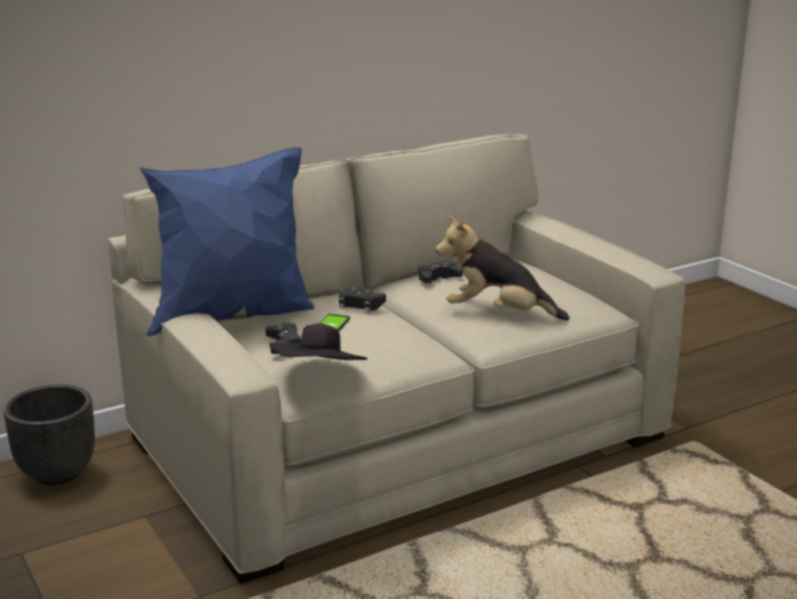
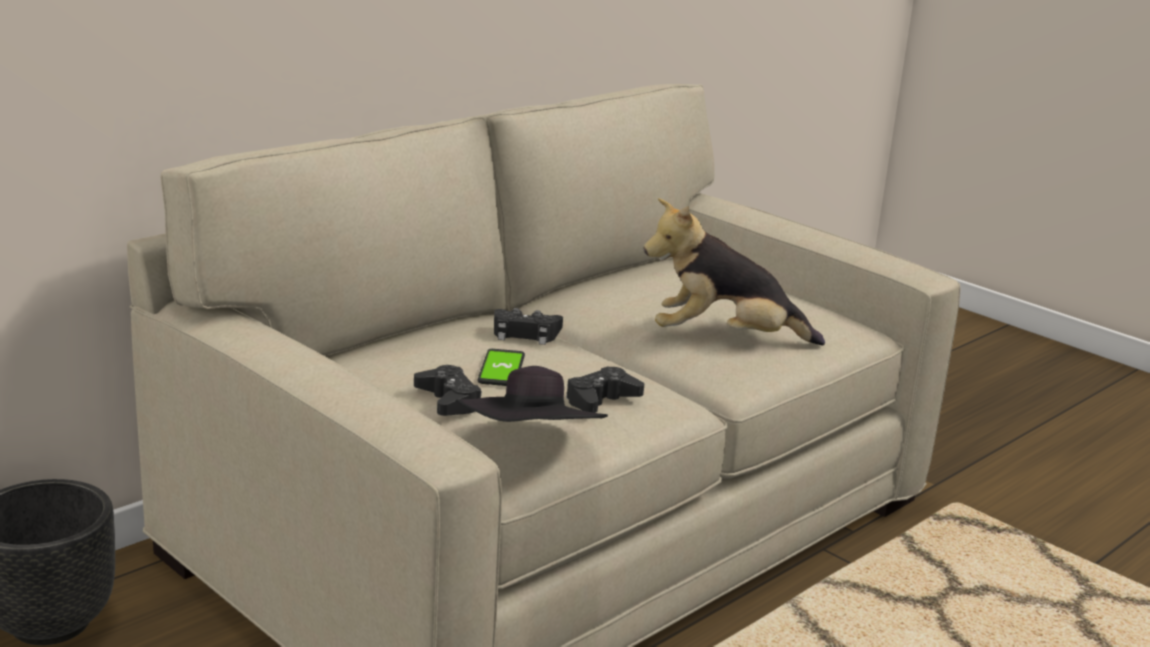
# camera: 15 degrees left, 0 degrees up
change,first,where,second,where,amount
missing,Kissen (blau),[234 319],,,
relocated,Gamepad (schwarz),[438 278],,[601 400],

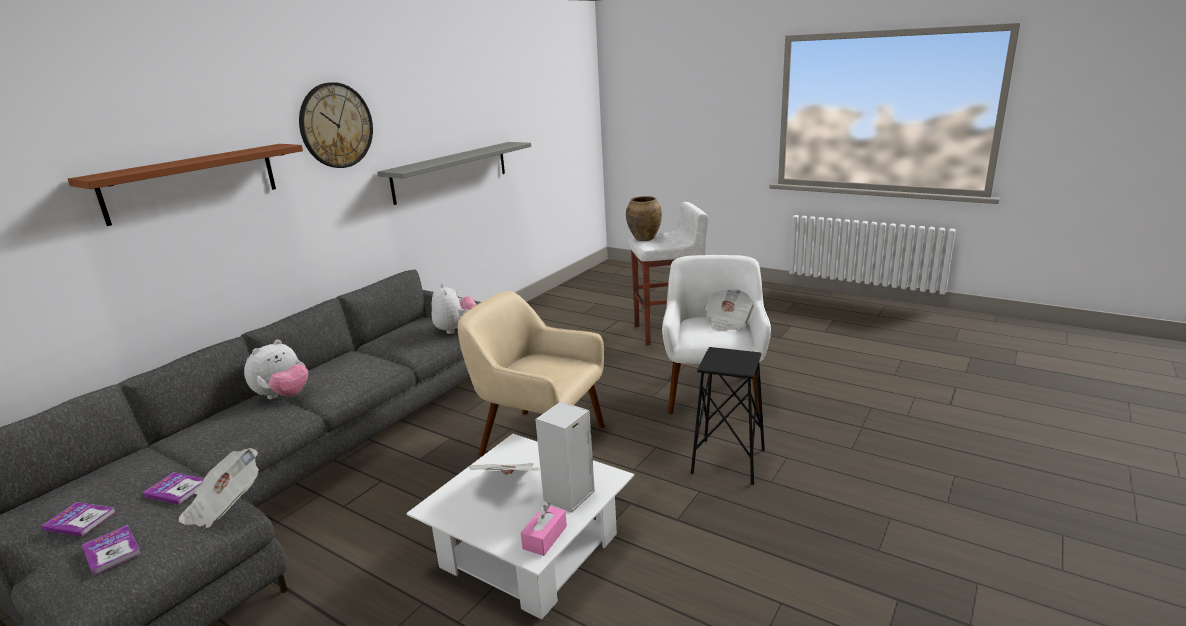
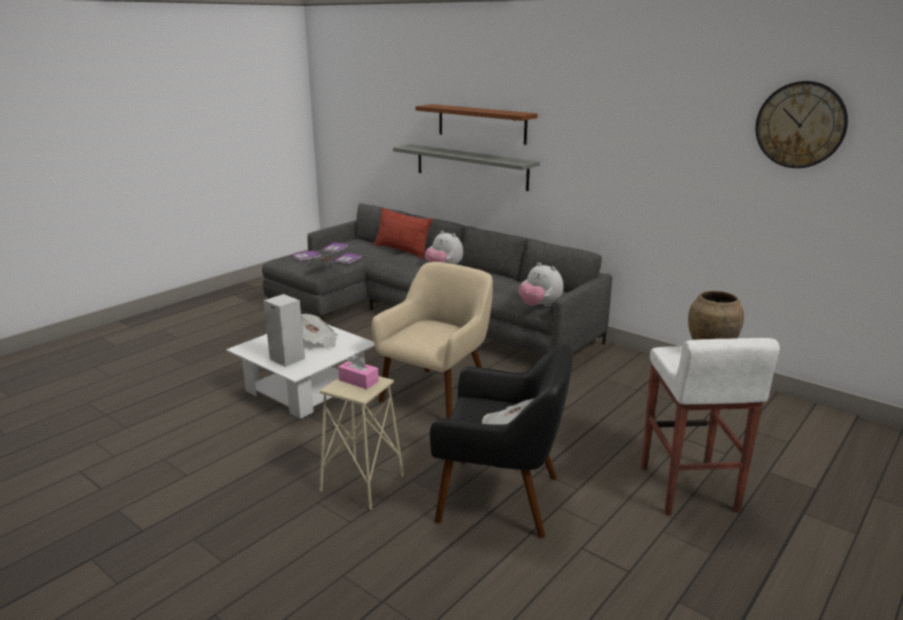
# camera: 95 degrees right, 0 degrees up
change,first,where,second,where,amount
relocated,Wanduhr,[336 125],,[800 125],
relocated,Wandregal (grau),[451 171],,[471 166],
spun,Plüschtier,[456 329],,[540 306],60 degrees clockwise
relocated,Taschentuchbox (rosa),[545 537],,[358 381],
colour,Sessel (weiß),[713 393],Sessel (schwarz),[501 498],
colour,Hocker (schwarz),[728 461],Hocker (beige),[362 484],
appeared,,,Kissen,[402 251],

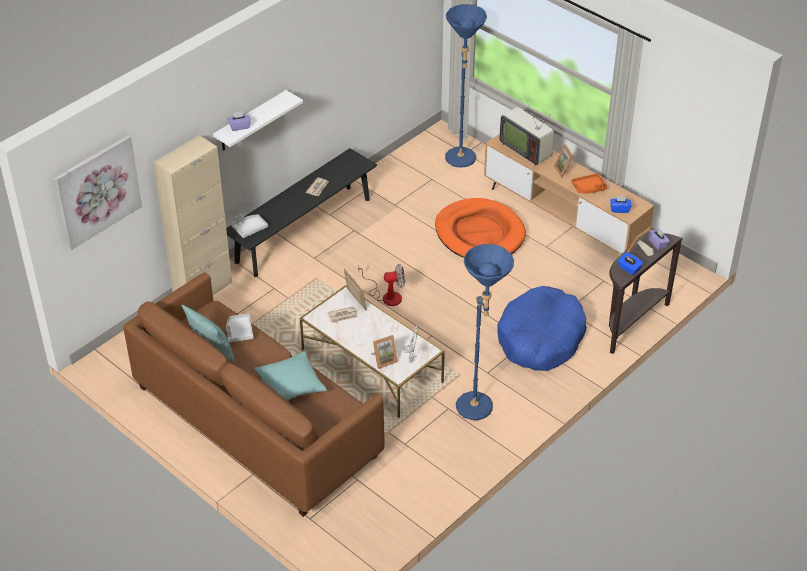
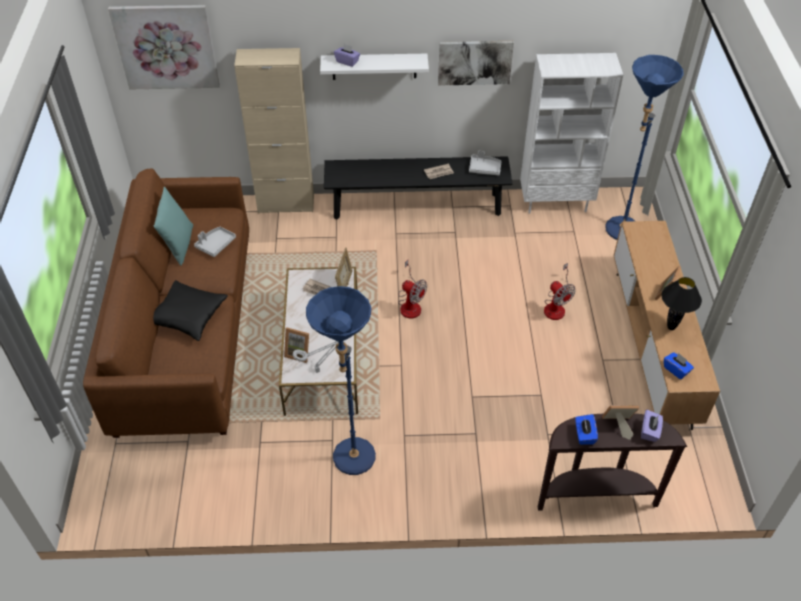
# camera: 45 degrees right, 5 degrees up
change,first,where,second,where,amount
relocated,Tablett (grau),[249 229],,[484 168],
colour,Kissen (türkis),[290 385],Kissen (schwarz),[188 316],
exchanged,Hundebett (orange),[479 233],Ventilator,[556 306],
missing,Hundebett (blau),[540 338],,,
missing,Fernseher,[526 149],,,
exchanged,Tablett (orange),[589 188],Tischlampe (schwarz),[670 327],
appeared,,,Bild,[475 62],
appeared,,,Bücherregal (weiß),[556 202],

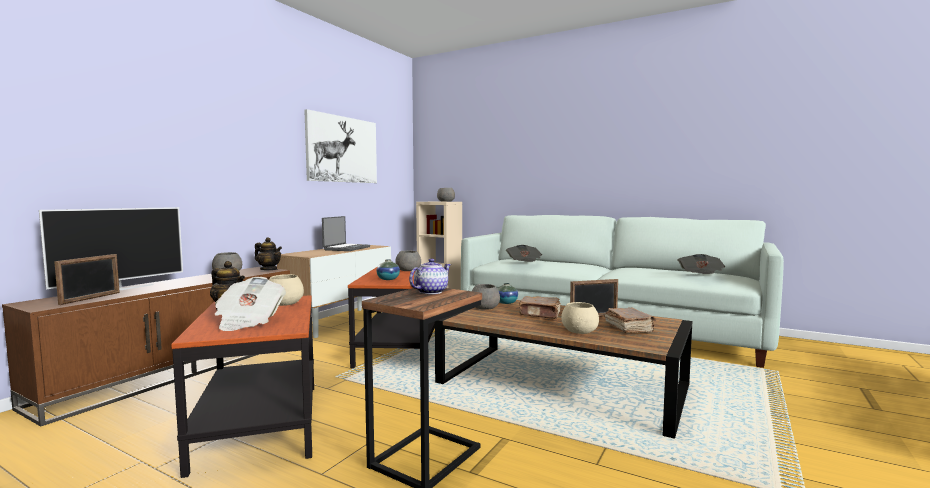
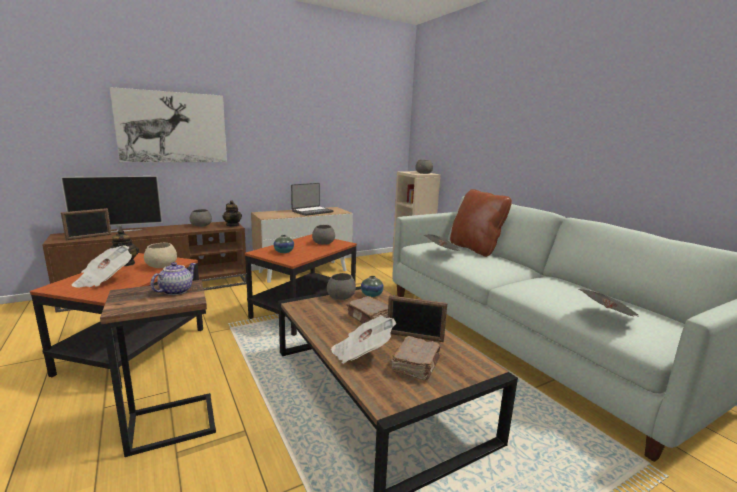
# camera: 30 degrees right, 10 degrees up
change,first,where,second,where,amount
relocated,Bild,[342 149],,[172 127],
spun,Teekanne,[430 292],,[176 291],45 degrees counterclockwise
exchanged,Schüssel (beige),[580 331],Zeitung,[361 353],
appeared,,,Kissen (braun),[475 249],

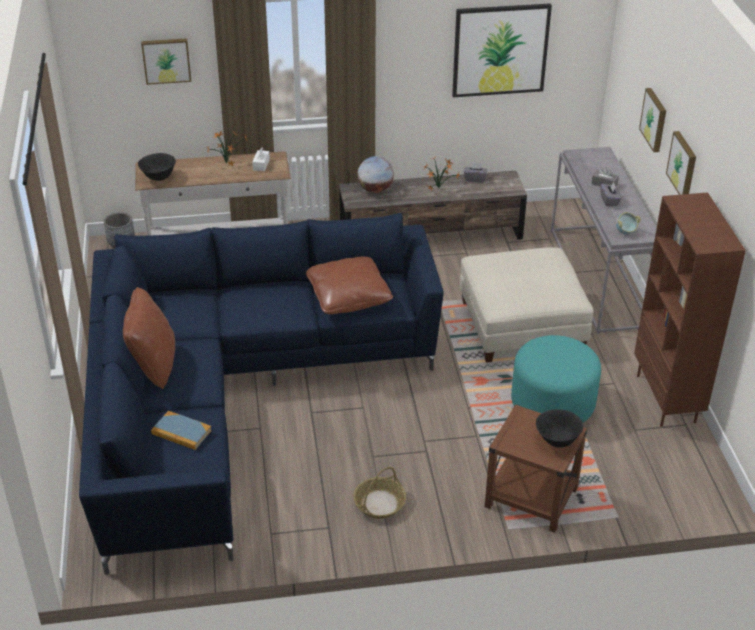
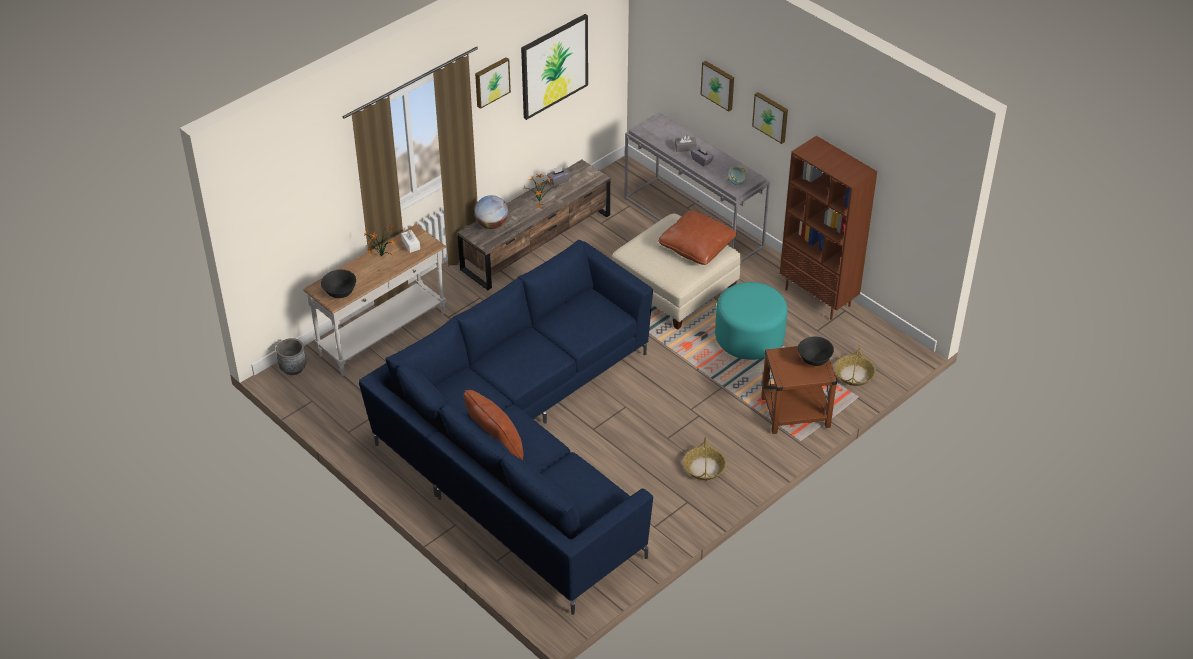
# camera: 35 degrees left, 5 degrees up
change,first,where,second,where,amount
relocated,Bild,[166 60],,[491 81],
missing,Buch,[181 432],,,
relocated,Kissen (braun),[349 297],,[697 246],
appeared,,,Korb,[854 375],

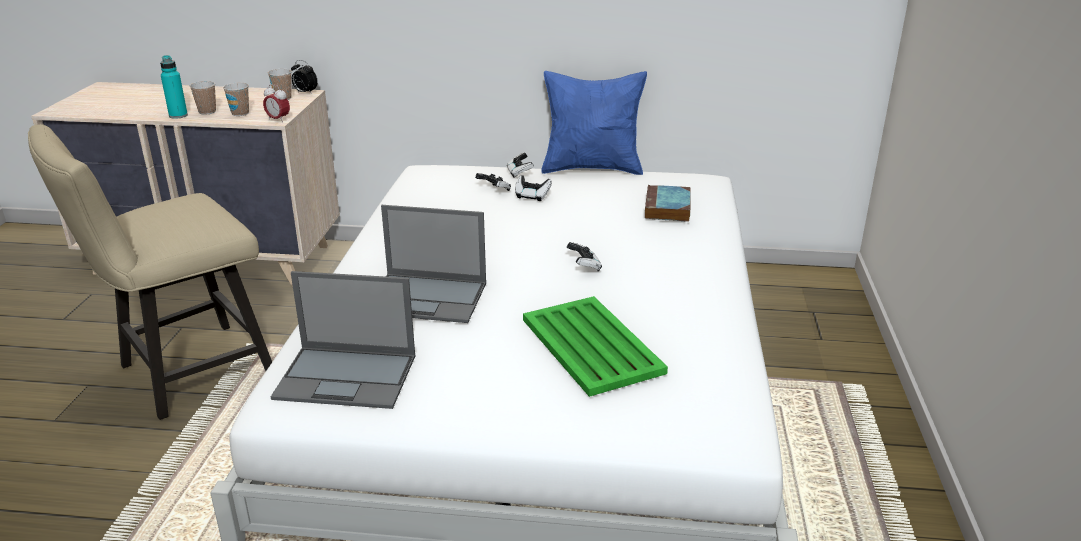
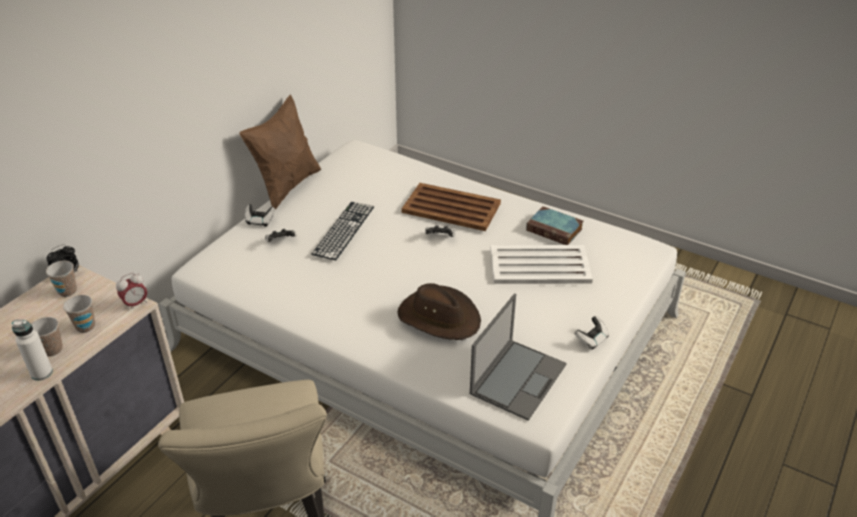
# camera: 65 degrees left, 10 degrees up
change,first,where,second,where,amount
colour,Flasche (türkis),[178 115],Flasche (weiß),[41 373],
exchanged,Laptop,[428 298],Hut (braun),[439 317],
relocated,Gamepad,[532 196],,[591 340],
colour,Tablett (grün),[591 345],Tablett (weiß),[538 265],
colour,Kissen (blau),[592 168],Kissen (braun),[287 186],
relocated,Buch,[668 208],,[555 229],
appeared,,,Tastatur,[344 230],
appeared,,,Tablett (braun),[450 207],

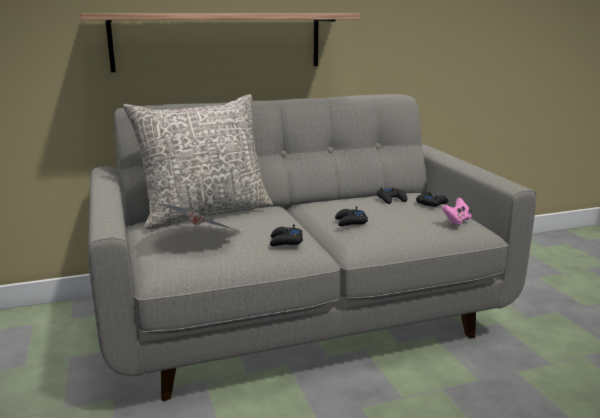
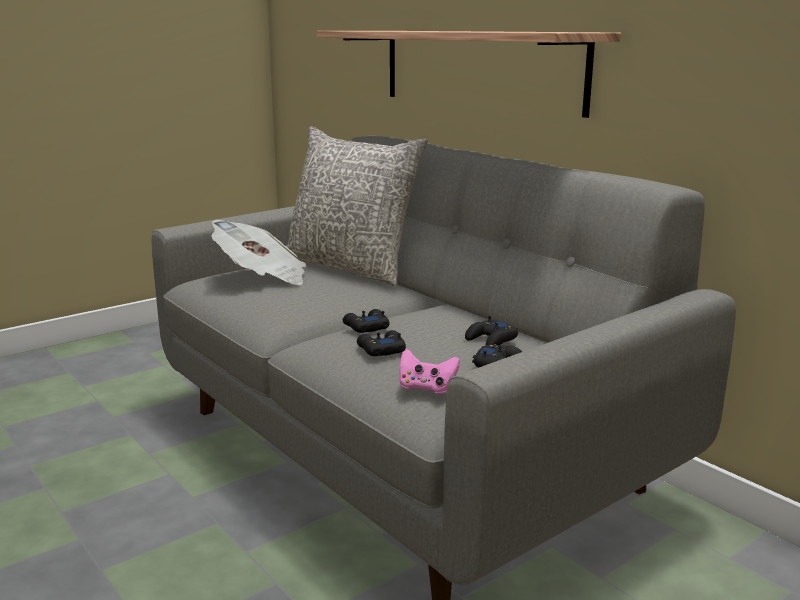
# camera: 70 degrees right, 0 degrees up
change,first,where,second,where,amount
relocated,Gamepad (schwarz),[285 241],,[381 350],

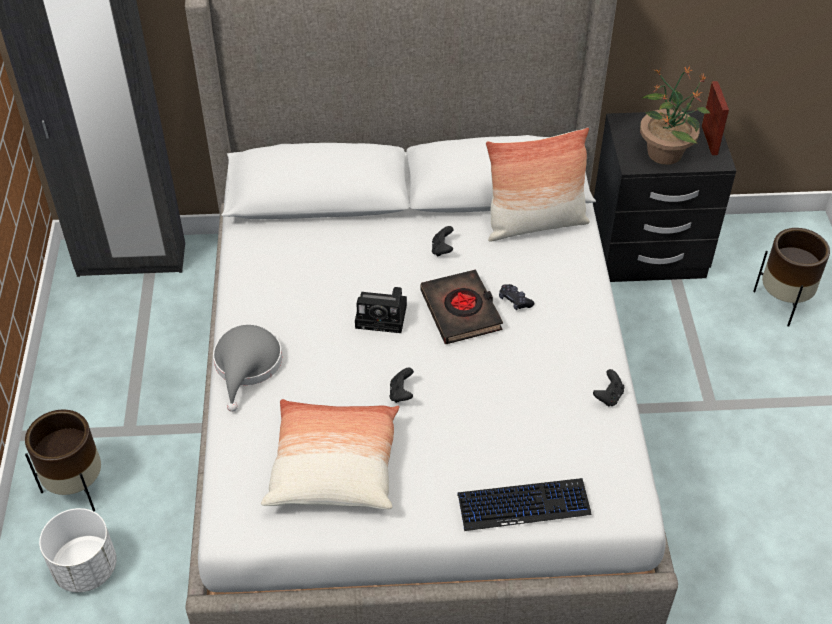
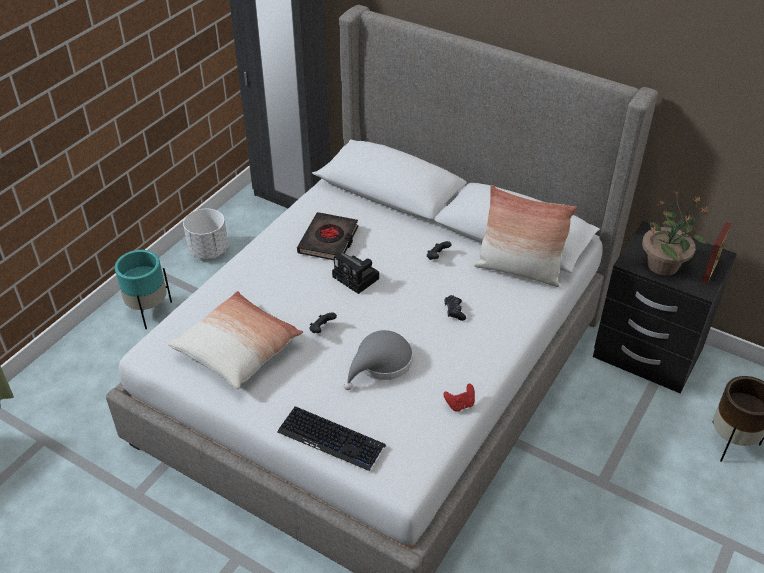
# camera: 35 degrees right, 5 degrees down
change,first,where,second,where,amount
colour,Pflanzkübel (braun),[77 488],Pflanzkübel (türkis),[148 311],
relocated,Pflanzkübel (weiß),[86 568],,[209 250],
relocated,Hut (grau),[247 366],,[381 363],
relocated,Buch (schwarz),[461 311],,[329 240],
colour,Gamepad (schwarz),[608 396],Gamepad (rot),[460 404],

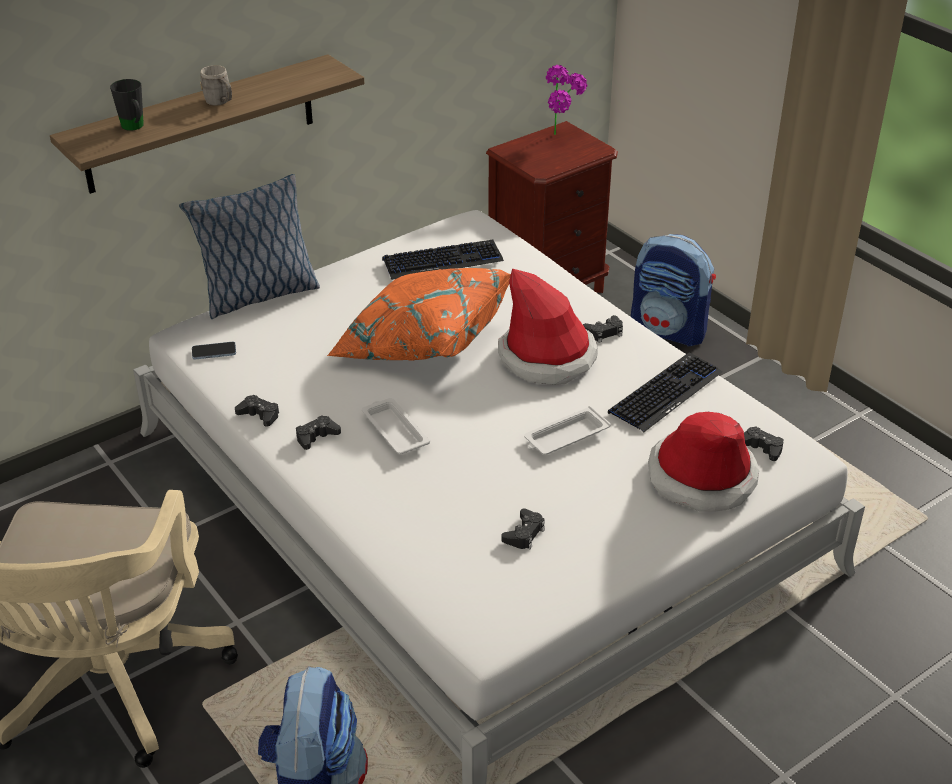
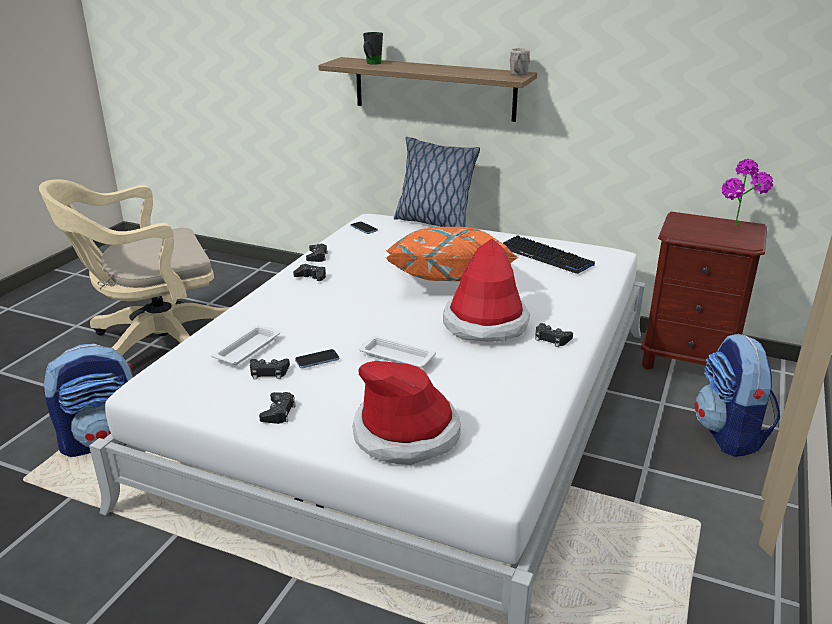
# camera: 60 degrees right, 10 degrees down
change,first,where,second,where,amount
relocated,Henkelbecher (grau),[220 102],,[518 74],
relocated,Tablett (weiß),[394 430],,[248 348],
missing,Tastatur,[665 393],,,
relocated,Gamepad (schwarz),[761 448],,[278 412],
appeared,,,Handy,[317 360],

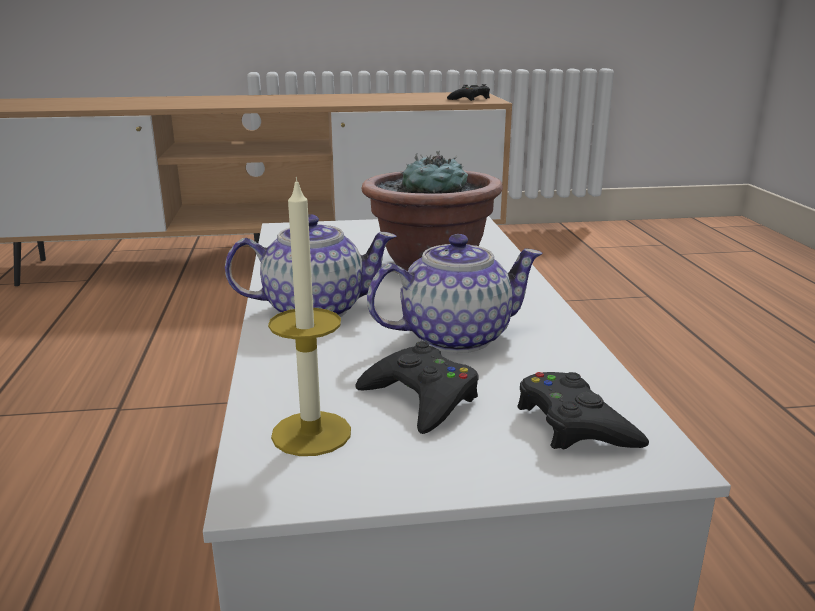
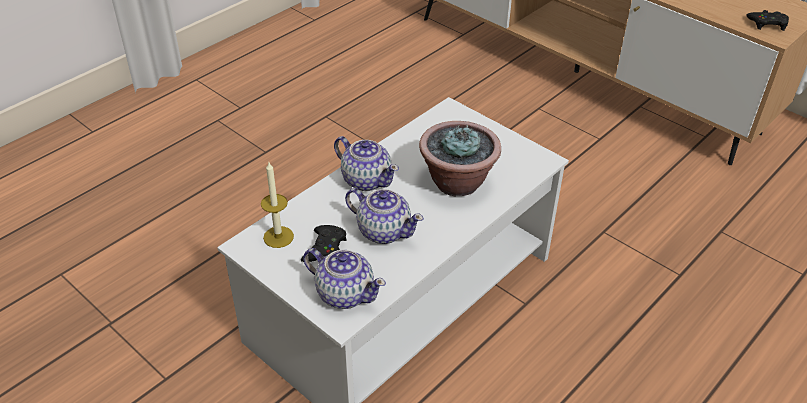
# camera: 50 degrees right, 20 degrees up
change,first,where,second,where,amount
exchanged,Gamepad (schwarz),[574 423],Teekanne,[345 293],

